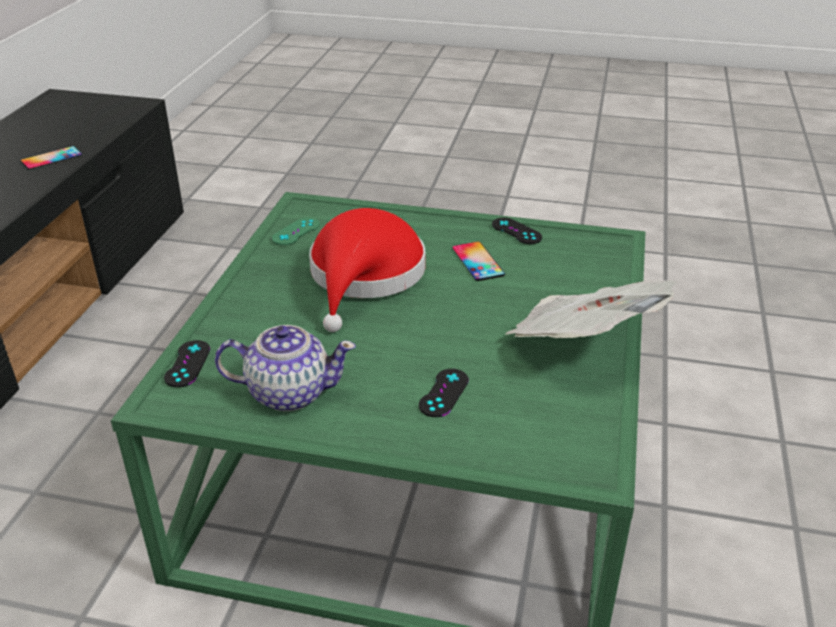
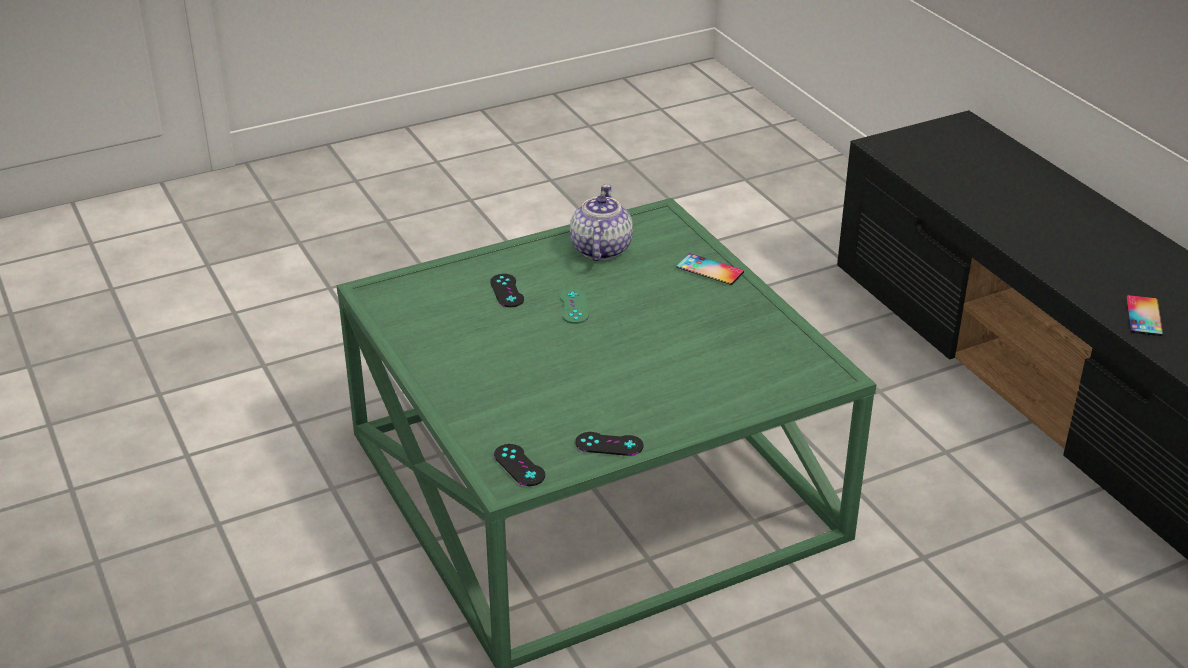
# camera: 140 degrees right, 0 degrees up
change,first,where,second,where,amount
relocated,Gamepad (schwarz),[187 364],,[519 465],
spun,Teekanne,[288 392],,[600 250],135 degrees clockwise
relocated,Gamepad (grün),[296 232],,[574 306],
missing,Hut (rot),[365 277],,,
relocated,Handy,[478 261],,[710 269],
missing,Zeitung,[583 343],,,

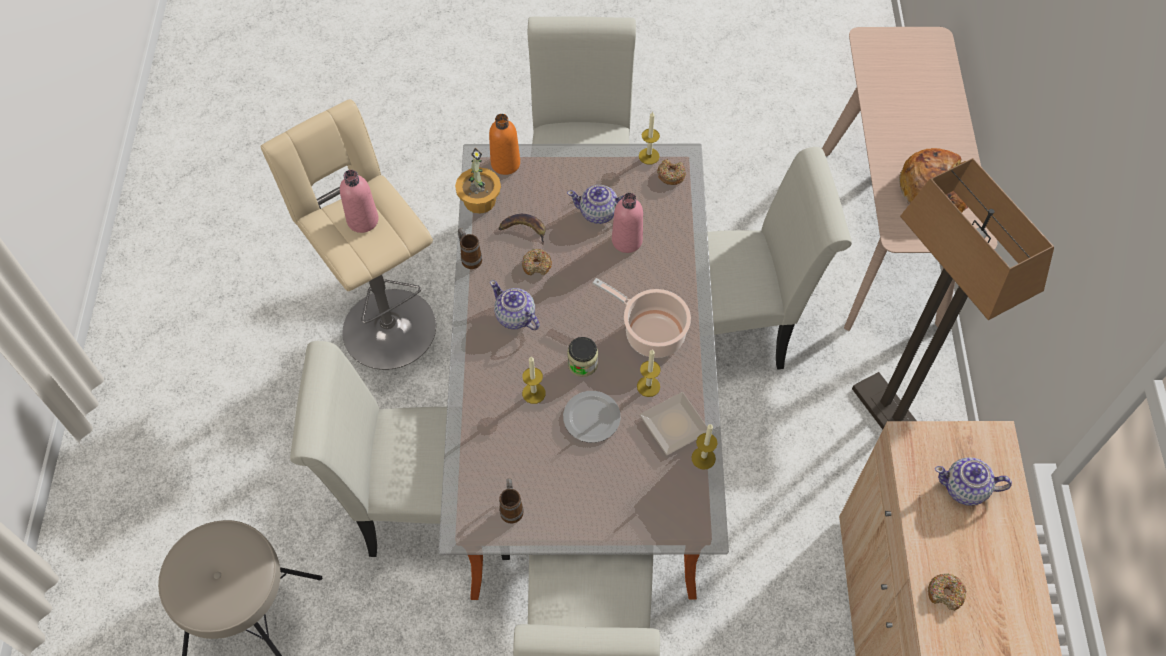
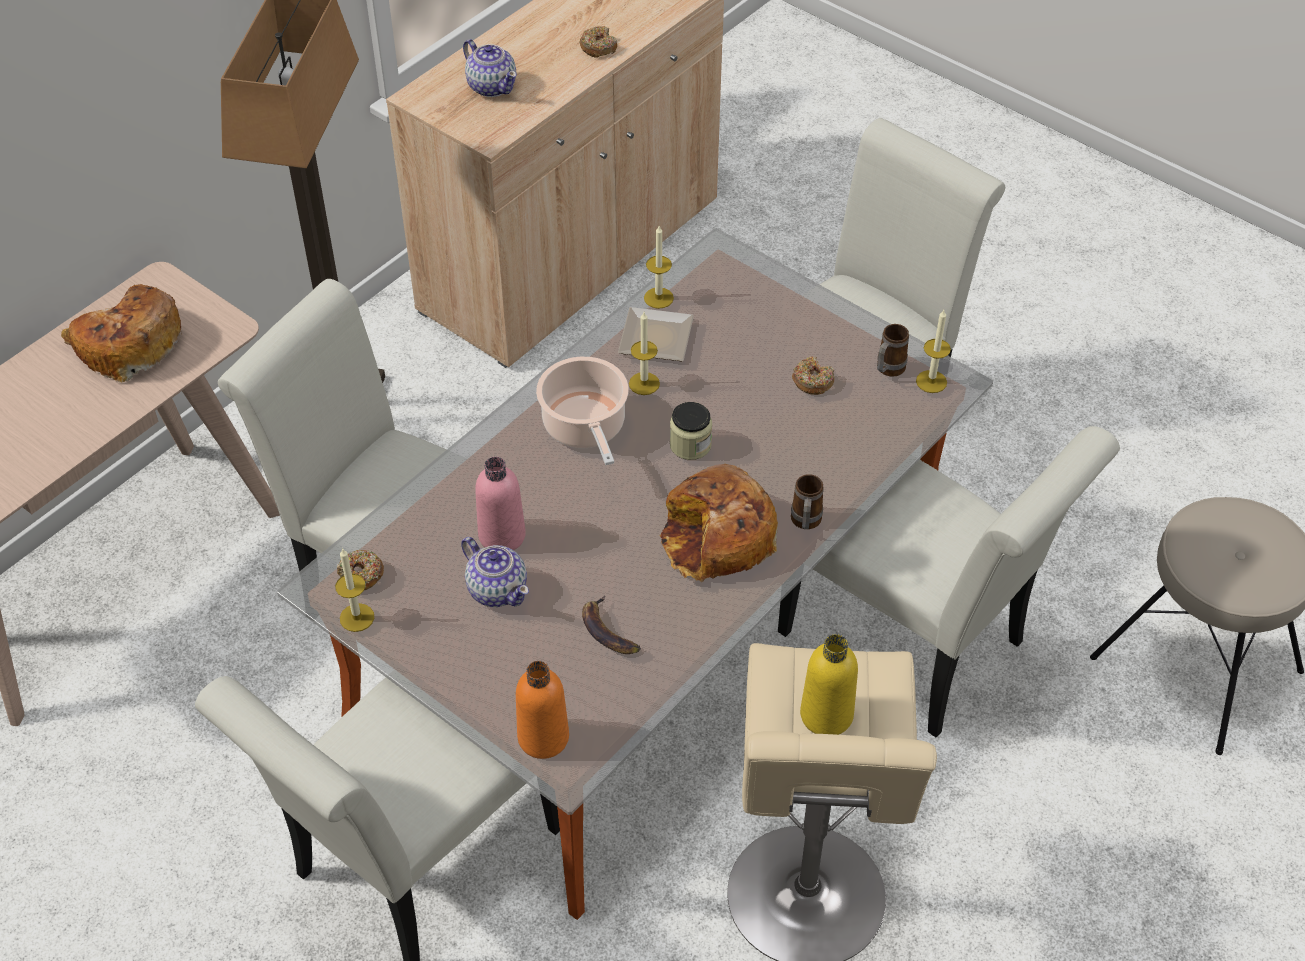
# camera: 140 degrees left, 10 degrees down
change,first,where,second,where,amount
colour,Flasche (rosa),[362 220],Flasche (gelb),[826 715],
missing,Topfpflanze,[479 200],,,
relocated,Henkelbecher,[469 257],,[805 523],
exchanged,Teekanne,[515 317],Brot,[717 538],
relocated,Donut,[537 265],,[812 381],
relocated,Kerze,[533 393],,[931 381],
missing,Teller,[592 417],,,

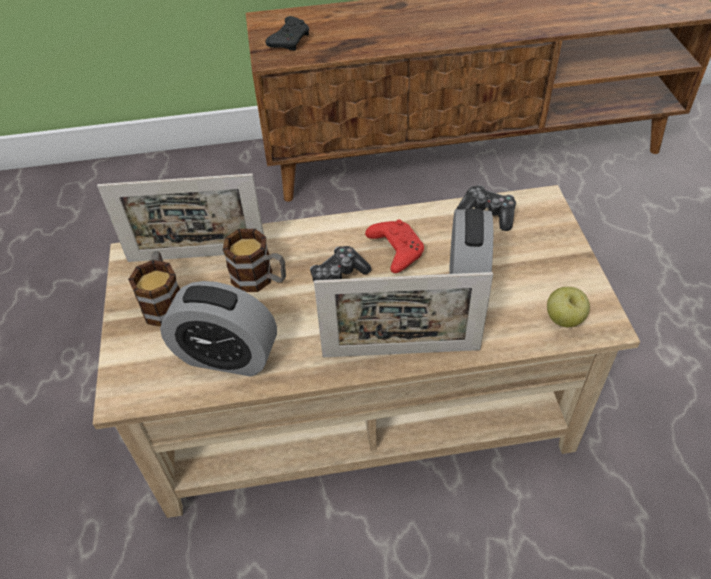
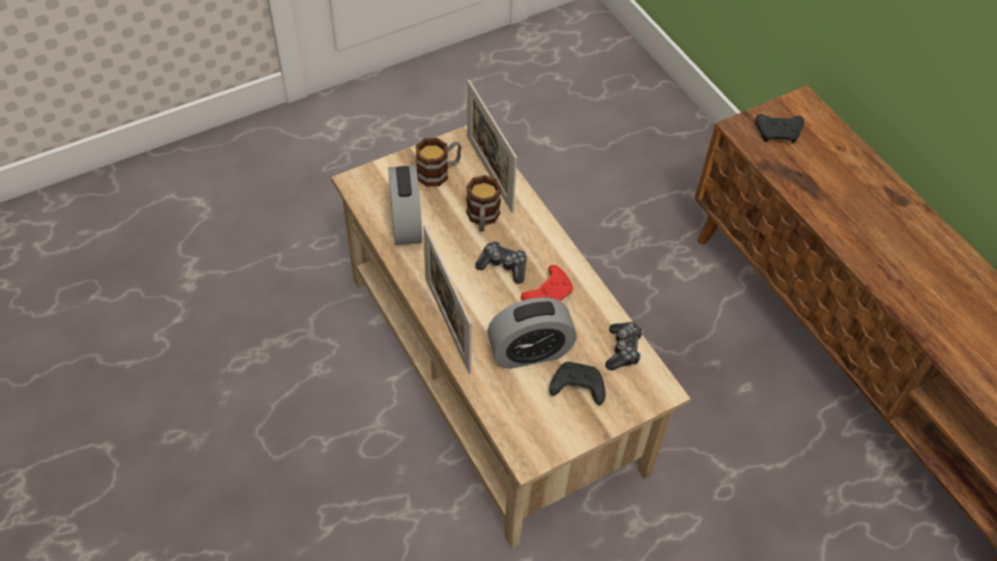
# camera: 65 degrees right, 5 degrees up
change,first,where,second,where,amount
missing,Apfel,[564 320],,,
appeared,,,Gamepad (schwarz),[576 388],

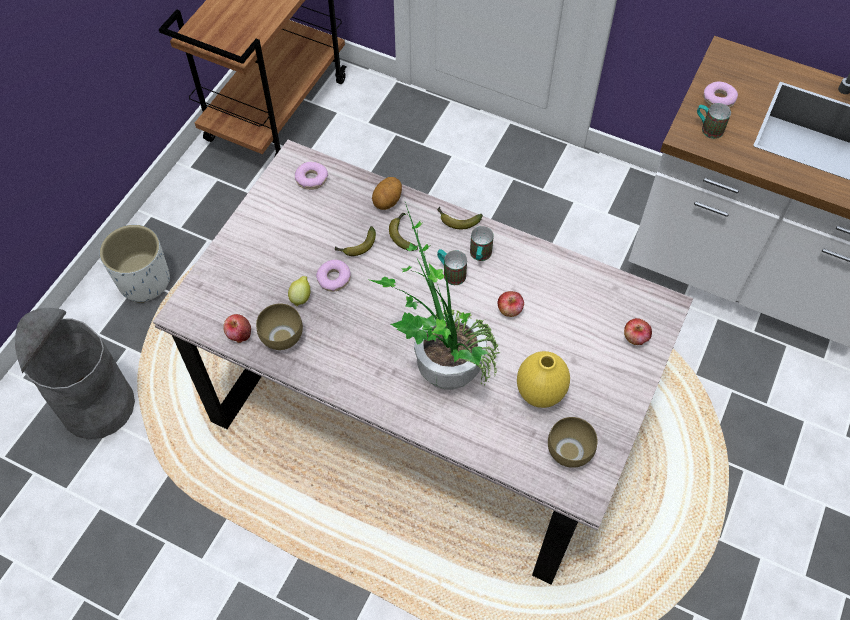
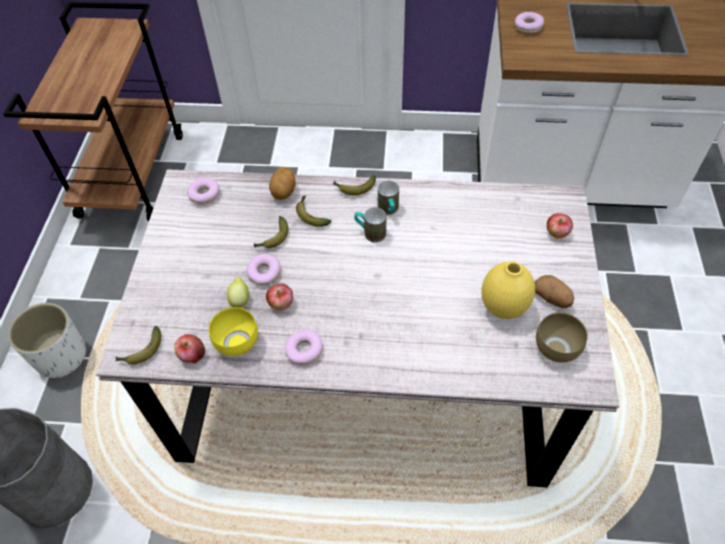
# camera: 20 degrees left, 5 degrees down
change,first,where,second,where,amount
colour,Schüssel (braun),[281 336],Schüssel (gelb),[235 342],
missing,Topfpflanze,[440 361],,,
relocated,Apfel,[509 310],,[281 303],
missing,Henkelbecher,[707 128],,,
appeared,,,Banane,[142 351],
appeared,,,Donut,[304 350],
appeared,,,Kartoffel,[552 298],

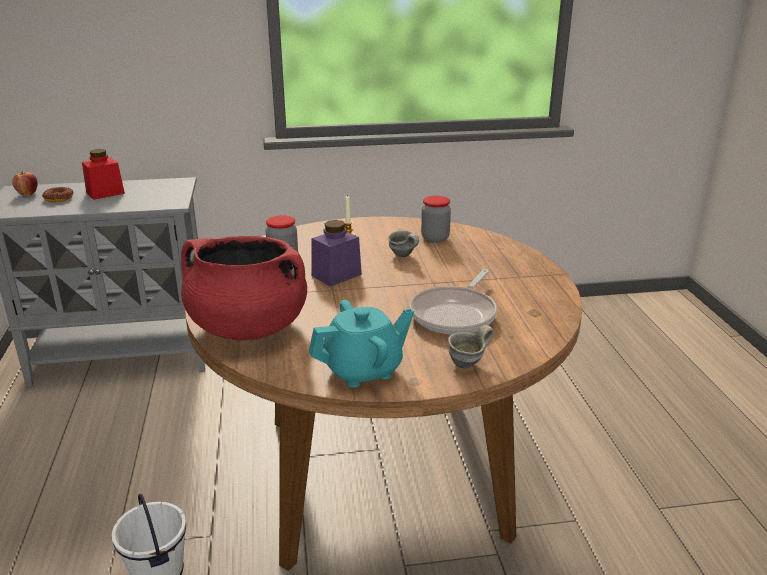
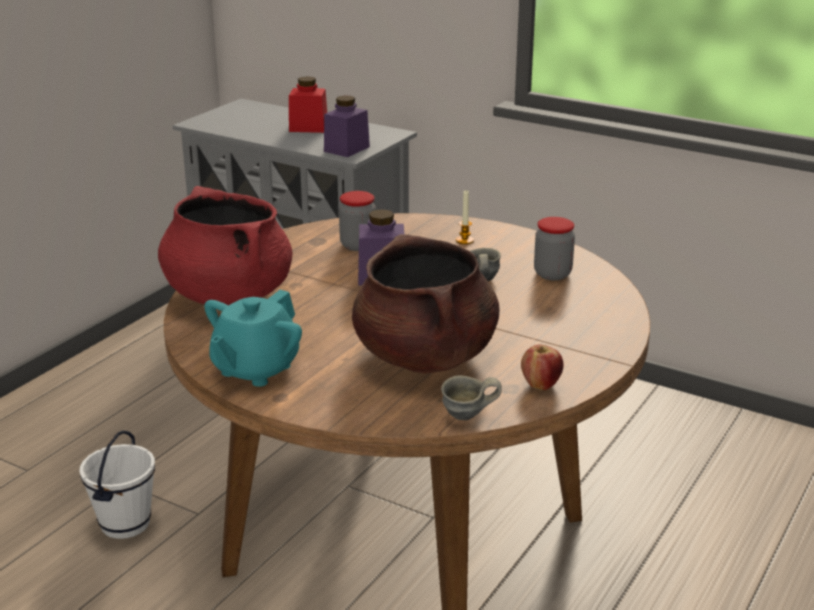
# camera: 40 degrees right, 0 degrees up
change,first,where,second,where,amount
relocated,Apfel,[28 194],,[541 385],
missing,Donut,[59 198],,,
spun,Teekanne (türkis),[363 370],,[255 369],105 degrees clockwise
exchanged,Pfanne,[455 314],Kochtopf (braun),[425 357],
relocated,Henkelbecher (grau),[469 365],,[467 418],
appeared,,,Vorratsglas (lila),[346 149],

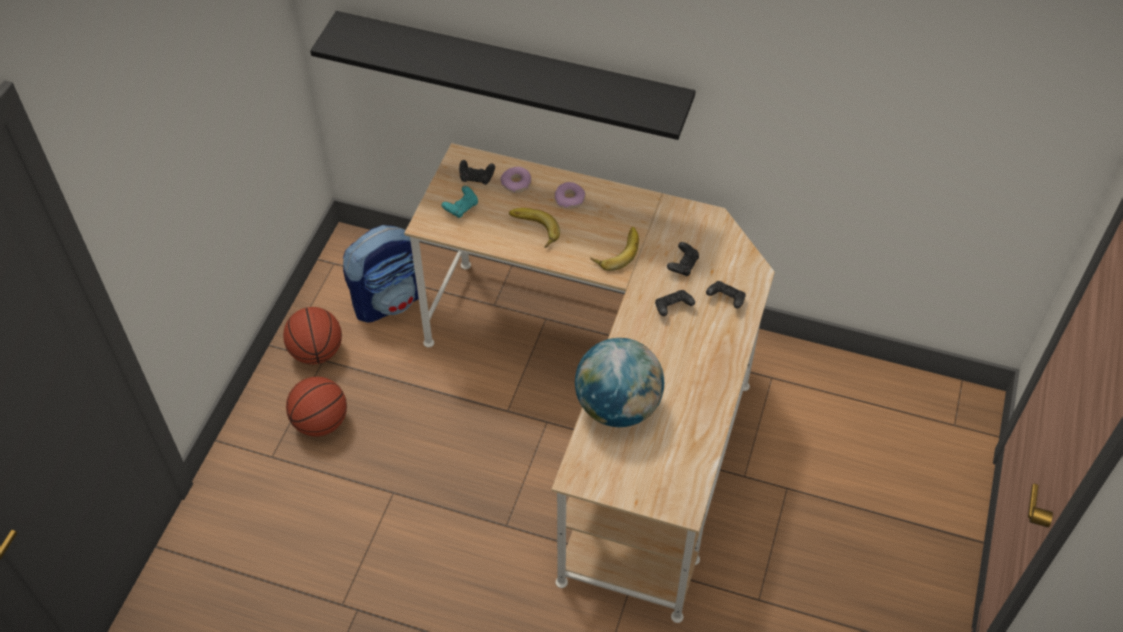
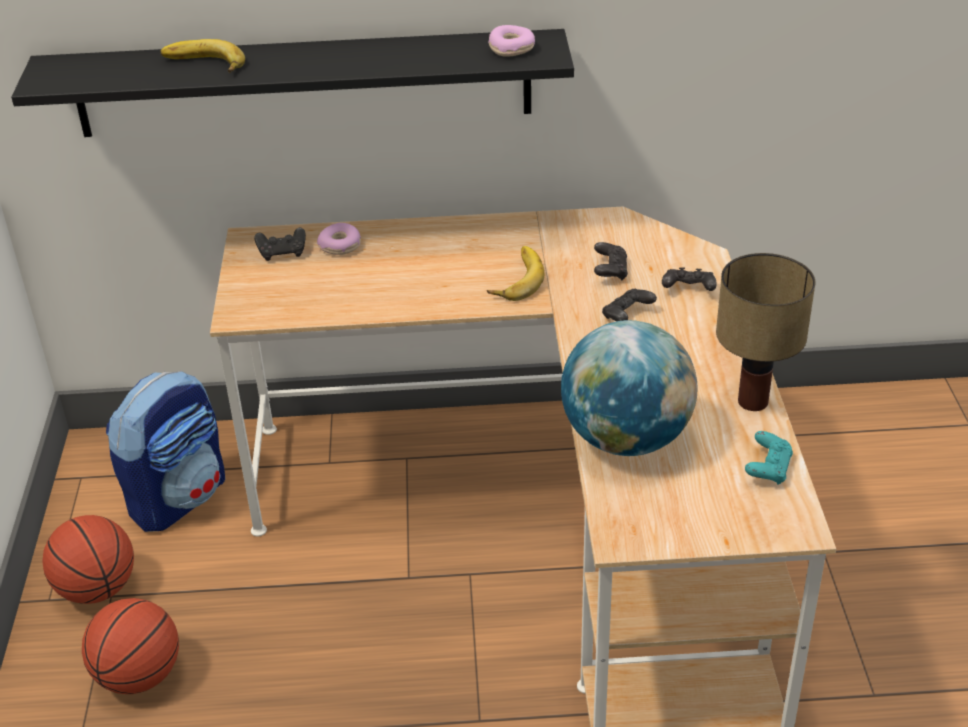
# camera: 20 degrees left, 15 degrees down
change,first,where,second,where,amount
relocated,Gamepad (türkis),[461 208],,[768 469],
relocated,Banane,[532 230],,[203 65],
relocated,Donut,[569 199],,[511 48],
appeared,,,Tischlampe,[751 401],

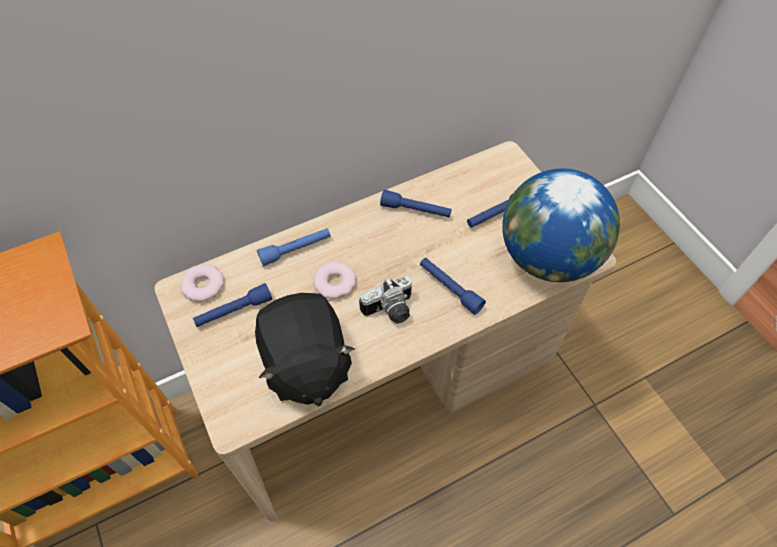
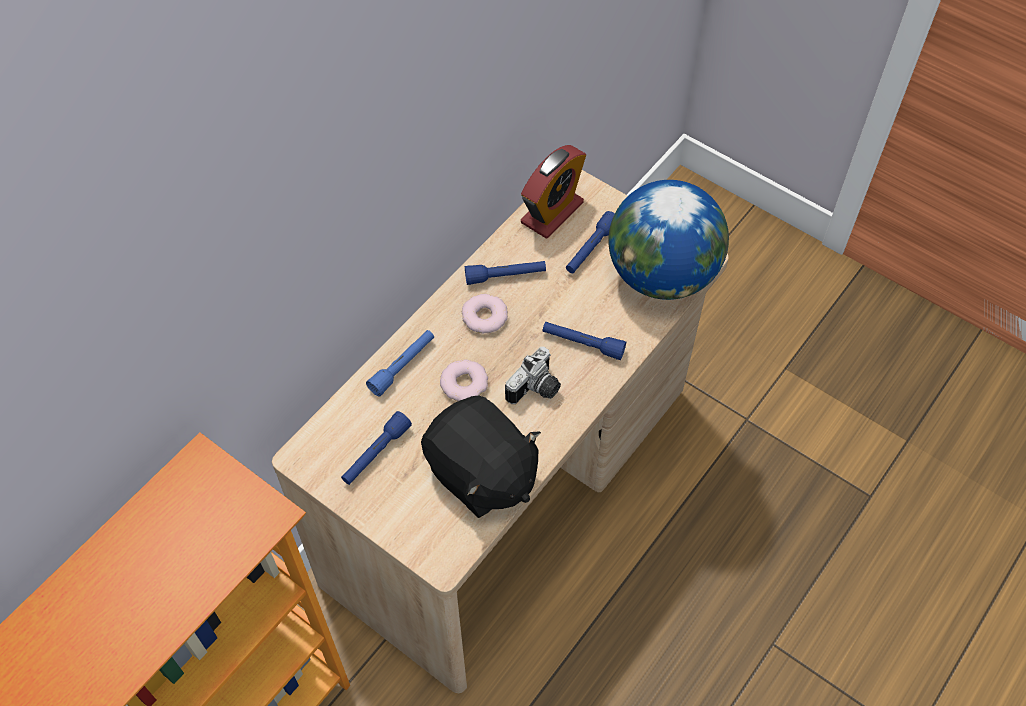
# camera: 25 degrees left, 0 degrees up
change,first,where,second,where,amount
relocated,Donut,[203 285],,[484 317],
appeared,,,Wecker,[552 212],

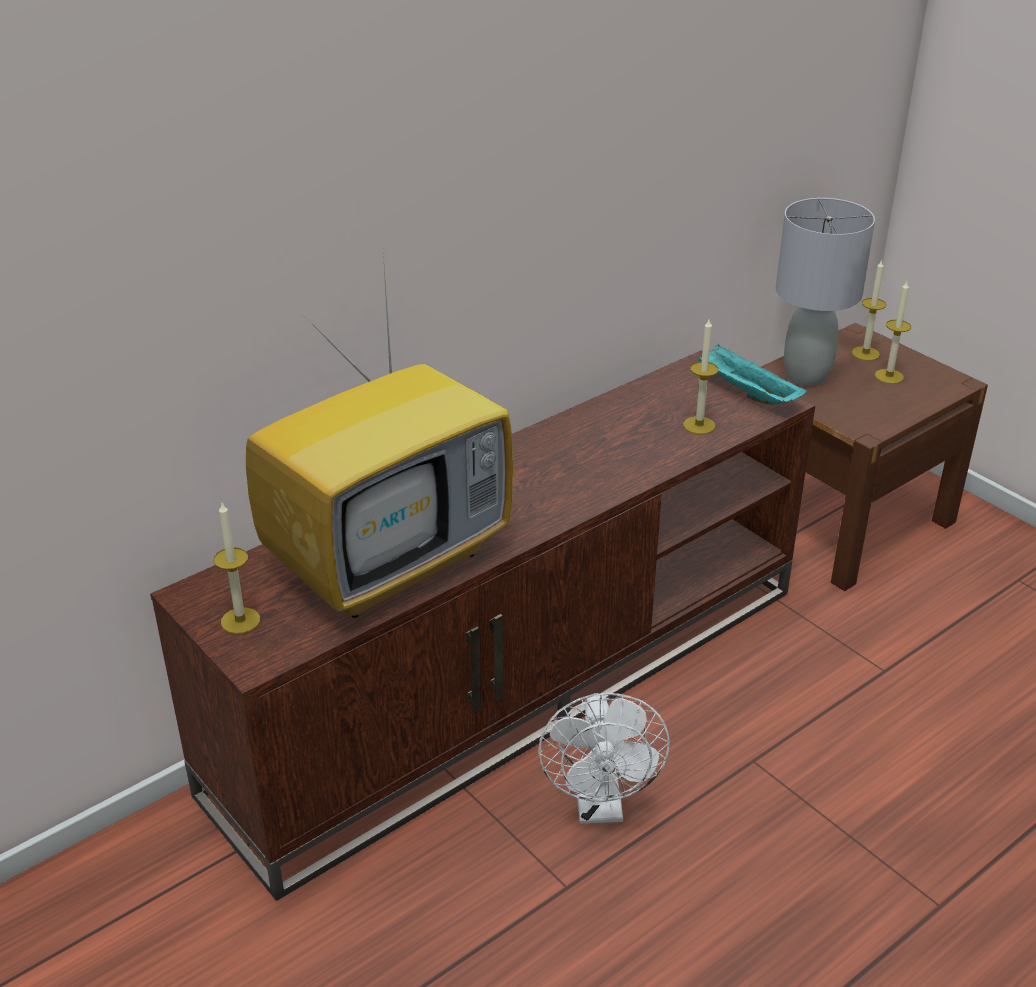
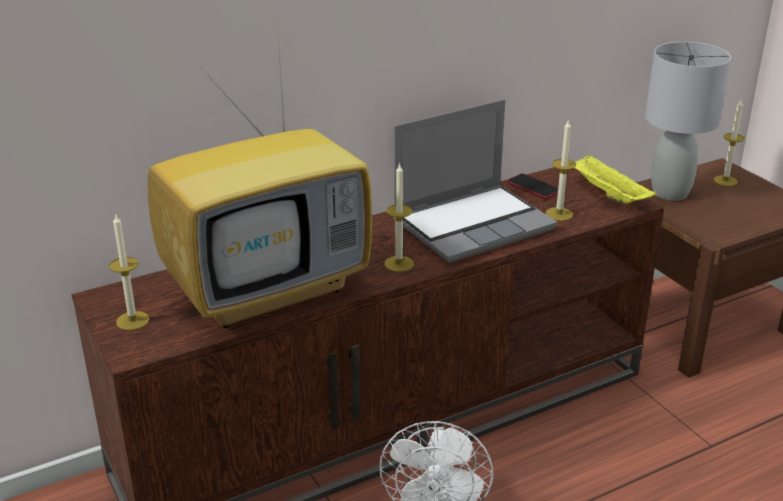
# camera: 10 degrees right, 5 degrees down
change,first,where,second,where,amount
colour,Tablett (türkis),[746 392],Tablett (gelb),[606 194],
relocated,Kerze,[889 376],,[399 264],
appeared,,,Laptop,[474 224],
appeared,,,Handy,[533 187],

